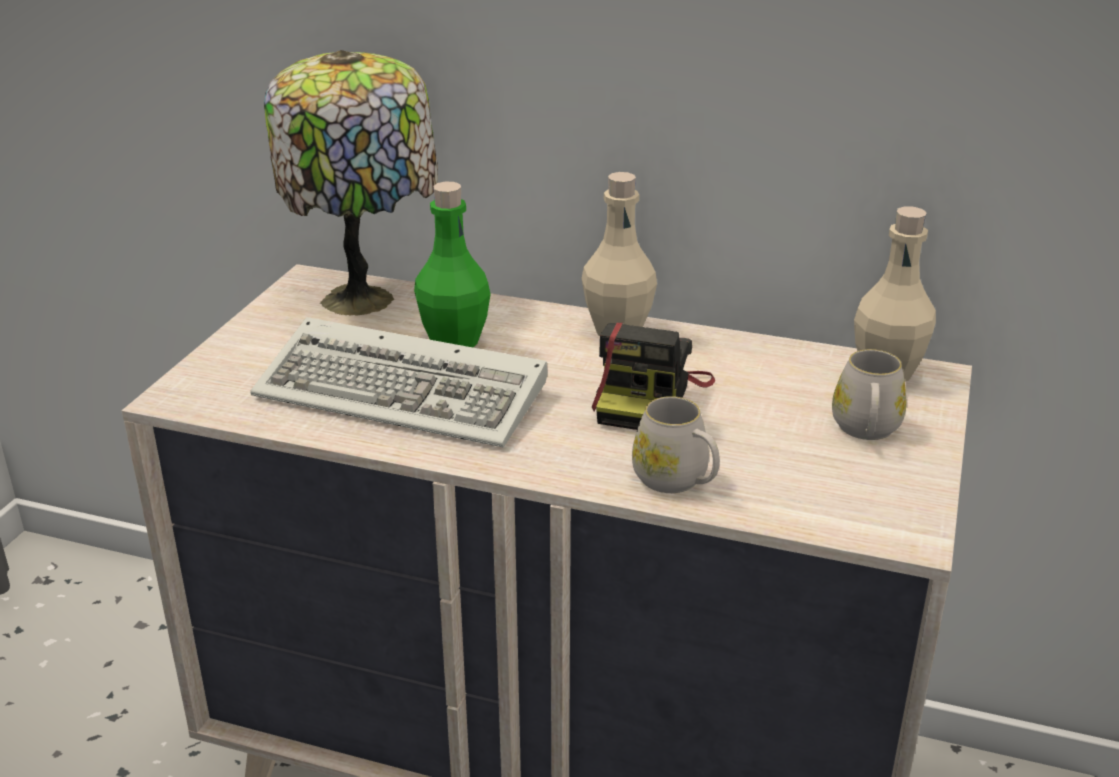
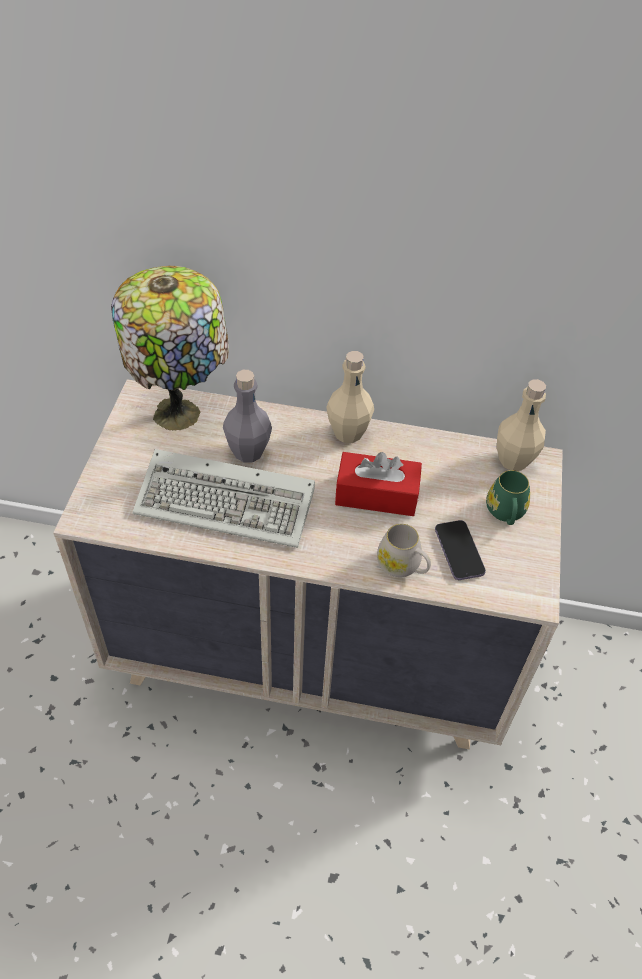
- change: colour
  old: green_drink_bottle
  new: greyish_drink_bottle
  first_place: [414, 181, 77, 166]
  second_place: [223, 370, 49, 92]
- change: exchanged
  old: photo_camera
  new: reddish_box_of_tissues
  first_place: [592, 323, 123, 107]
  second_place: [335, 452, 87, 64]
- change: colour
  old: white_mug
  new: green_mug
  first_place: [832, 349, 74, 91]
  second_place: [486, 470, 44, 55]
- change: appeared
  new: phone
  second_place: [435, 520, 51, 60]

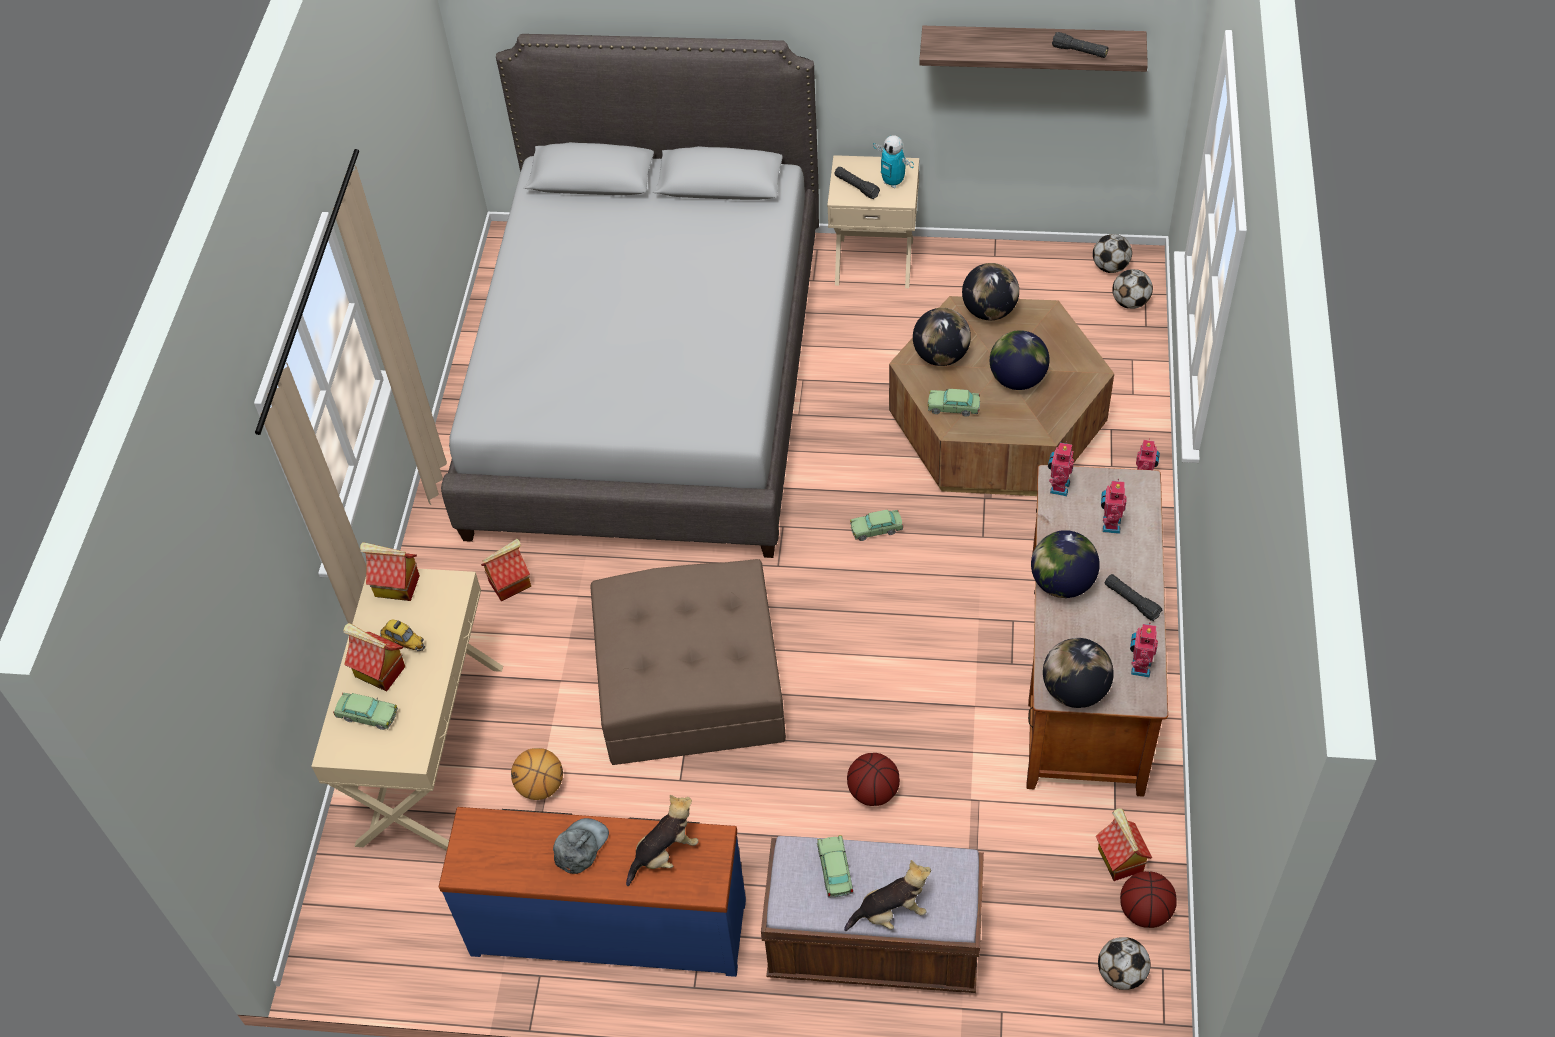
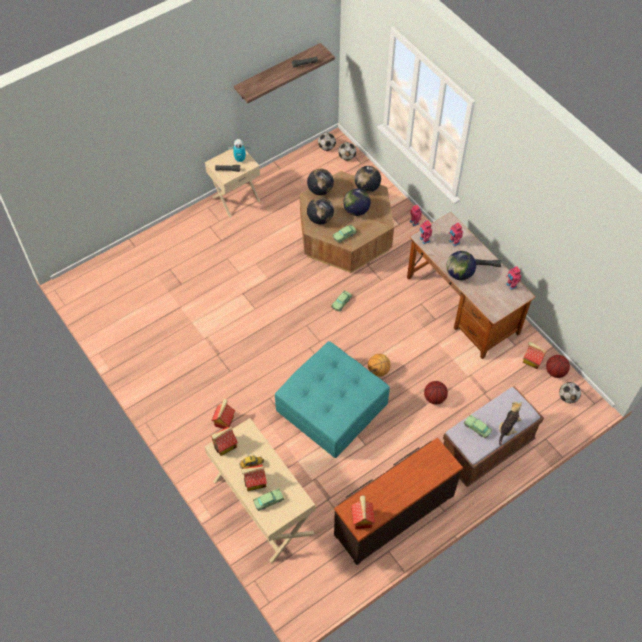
- change: colour
  old: blue-coloured_dresser
  new: brownish_dresser
  first_place: [439, 807, 307, 170]
  second_place: [334, 438, 129, 127]
- change: missing
  old: greyish_sleeping_bed
  first_place: [441, 34, 378, 524]
- change: relocated
  old: basketball_ball
  first_place: [511, 748, 52, 52]
  second_place: [368, 354, 23, 23]
- change: missing
  old: greyish_peaked_cap
  first_place: [553, 818, 56, 56]
- change: colour
  old: brownish_footrest
  new: turquoise-coloured_footrest
  first_place: [590, 559, 196, 206]
  second_place: [275, 341, 115, 117]
- change: missing
  old: plush_toy
  first_place: [626, 795, 72, 91]
- change: relocated
  old: world_globe
  first_place: [1043, 638, 71, 70]
  second_place: [355, 166, 26, 27]
- change: appeared
  new: miniature_house
  second_place: [351, 495, 24, 34]

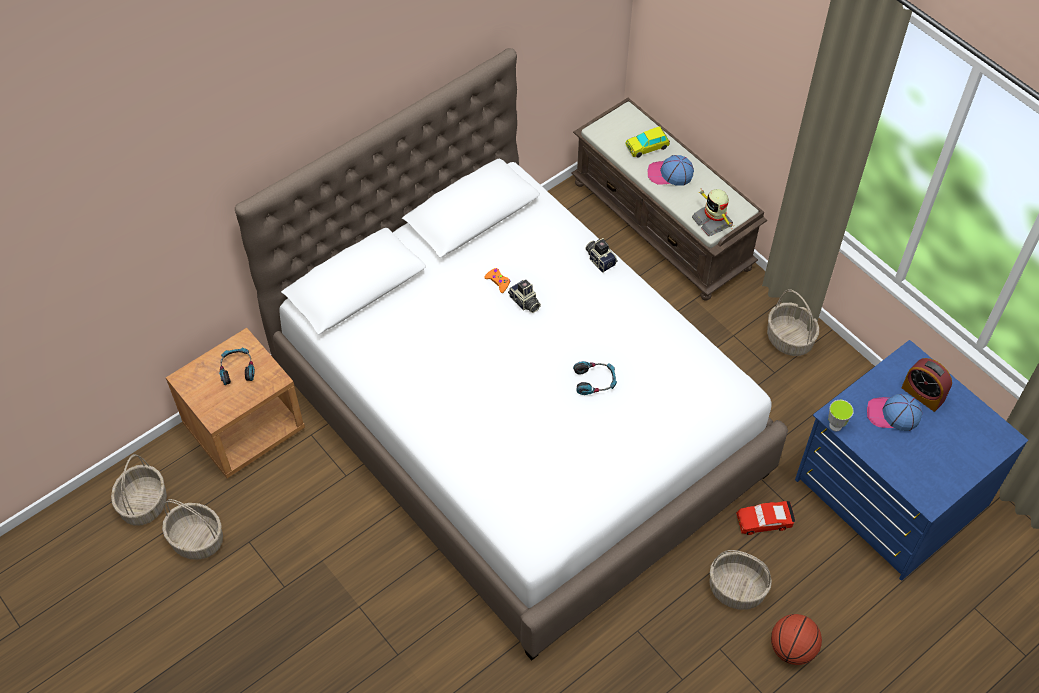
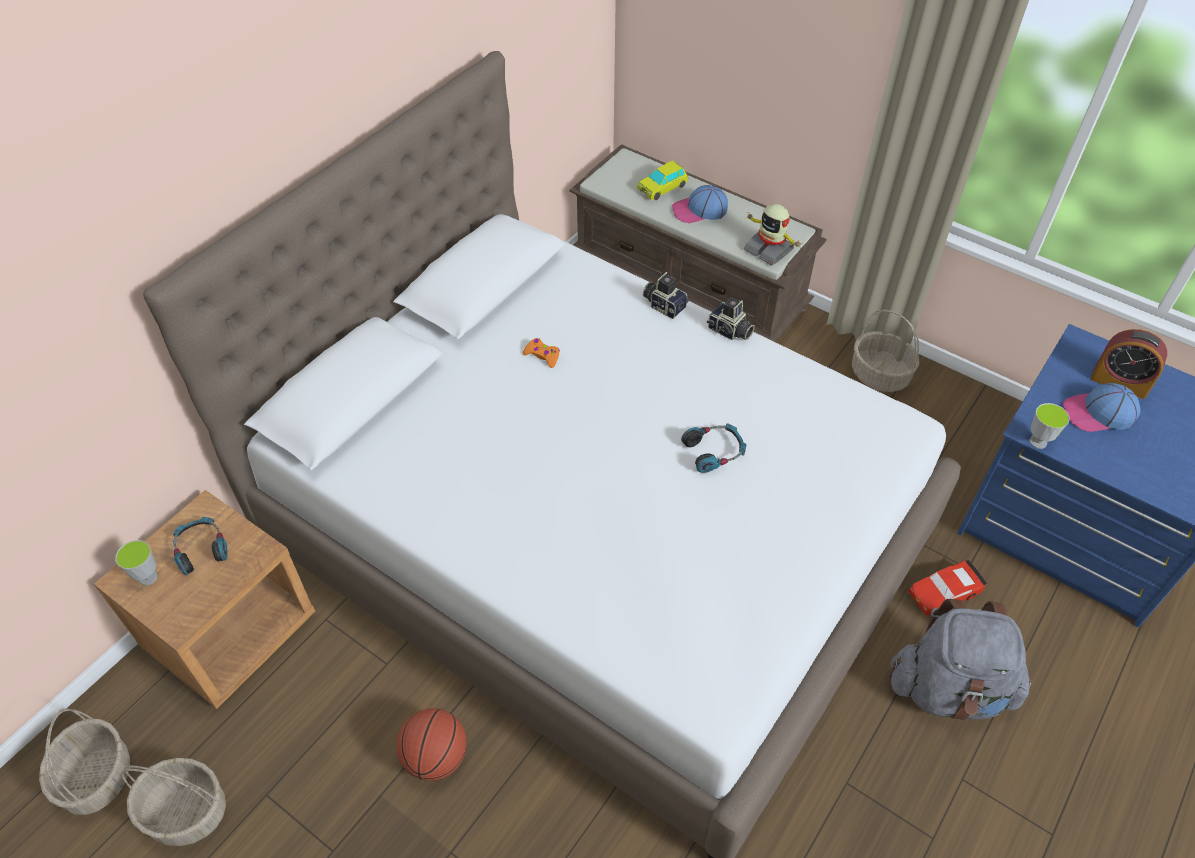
- change: relocated
  old: photo_camera
  first_place: [508, 279, 33, 34]
  second_place: [707, 297, 48, 43]
- change: exchanged
  old: household_basket
  new: greyish_knapsack
  first_place: [709, 550, 63, 60]
  second_place: [890, 599, 142, 121]
- change: relocated
  old: basketball_ball
  first_place: [771, 614, 51, 51]
  second_place: [397, 708, 70, 73]
- change: appeared
  new: drinking_cup
  second_place: [115, 540, 43, 45]

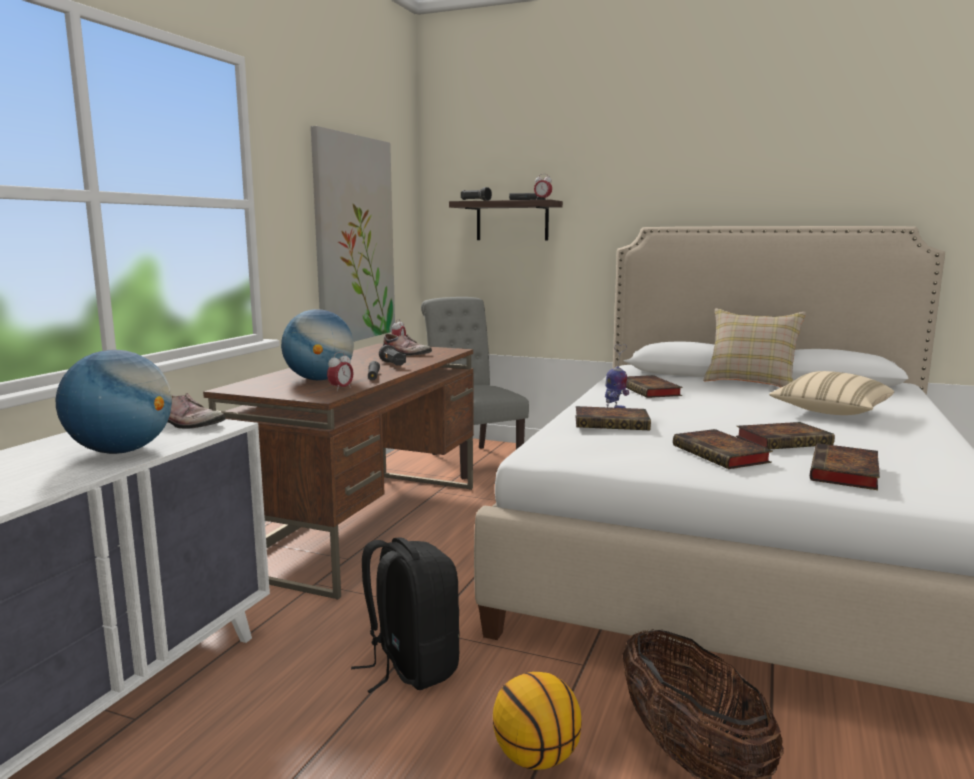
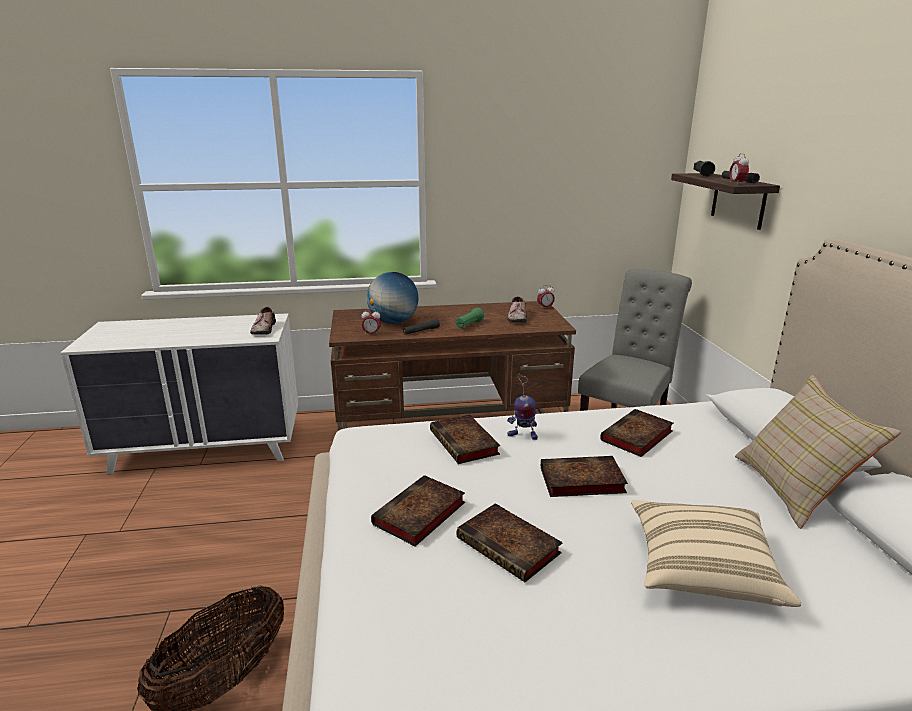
- change: missing
  old: world_globe
  first_place: [56, 350, 116, 104]
- change: missing
  old: picture
  first_place: [311, 126, 84, 216]
- change: missing
  old: black-coloured_knapsack
  first_place: [351, 537, 109, 156]
- change: colour
  old: black-coloured_flashlight
  new: green_flashlight
  first_place: [379, 345, 27, 21]
  second_place: [455, 307, 29, 21]
- change: missing
  old: basketball_ball
  first_place: [493, 672, 89, 98]
- change: relocated
  old: book
  first_place: [810, 443, 70, 47]
  second_place: [541, 456, 87, 41]

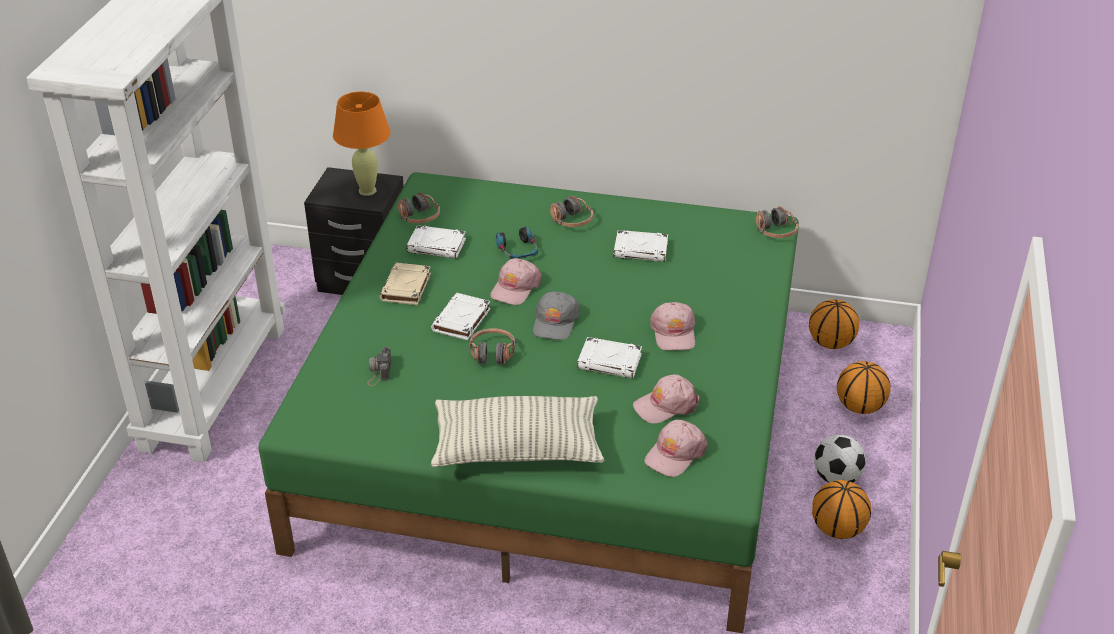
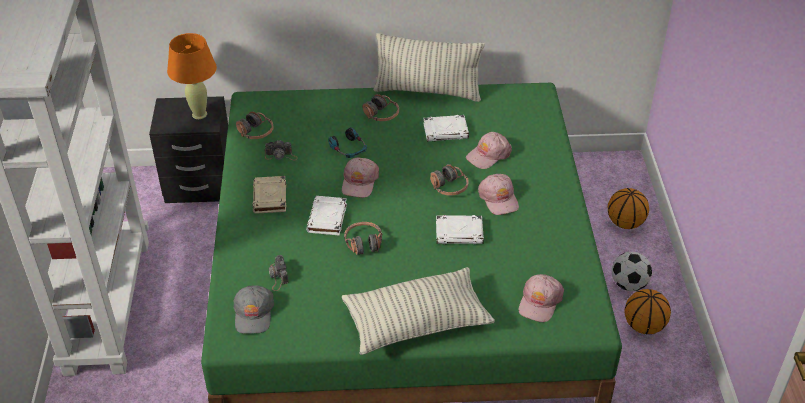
- change: exchanged
  old: white_book
  new: photo_camera
  first_place: [407, 225, 59, 33]
  second_place: [265, 140, 33, 21]
- change: relocated
  old: greyish_peaked_cap
  first_place: [533, 292, 47, 48]
  second_place: [233, 286, 41, 48]
- change: relocated
  old: pinkish_peaked_cap
  first_place: [633, 374, 67, 50]
  second_place: [466, 132, 46, 37]
- change: relocated
  old: headset
  first_place: [756, 206, 42, 32]
  second_place: [430, 164, 39, 32]
- change: missing
  old: basketball_ball
  first_place: [809, 299, 50, 50]
- change: appeared
  new: pillow
  second_place: [373, 33, 112, 69]

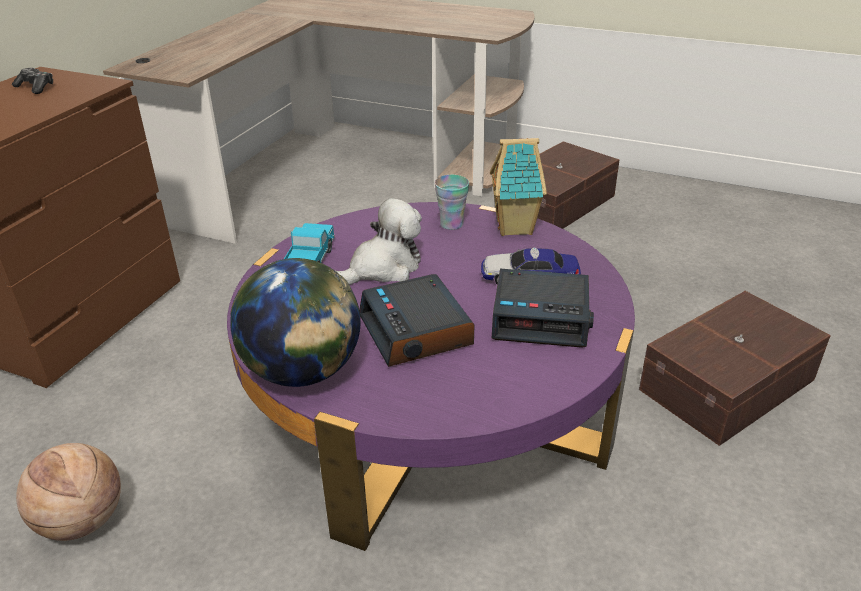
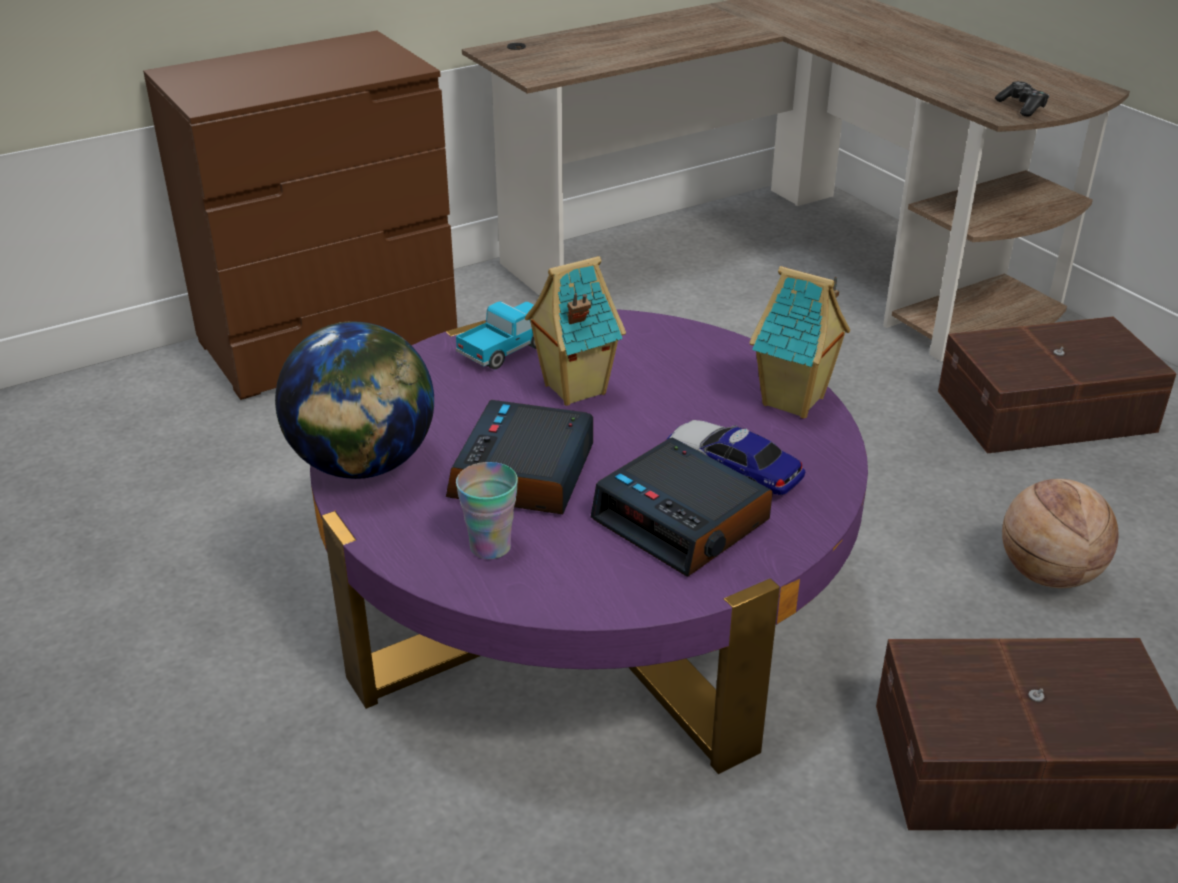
- change: relocated
  old: joypad
  first_place: [12, 68, 41, 26]
  second_place: [995, 81, 54, 35]
- change: relocated
  old: basketball_ball
  first_place: [16, 443, 105, 98]
  second_place: [1002, 479, 117, 109]
- change: exchanged
  old: plush_toy
  new: miniature_house
  first_place: [335, 198, 87, 87]
  second_place: [525, 256, 101, 150]
- change: relocated
  old: drinking_cup
  first_place: [435, 175, 34, 55]
  second_place: [456, 462, 62, 97]

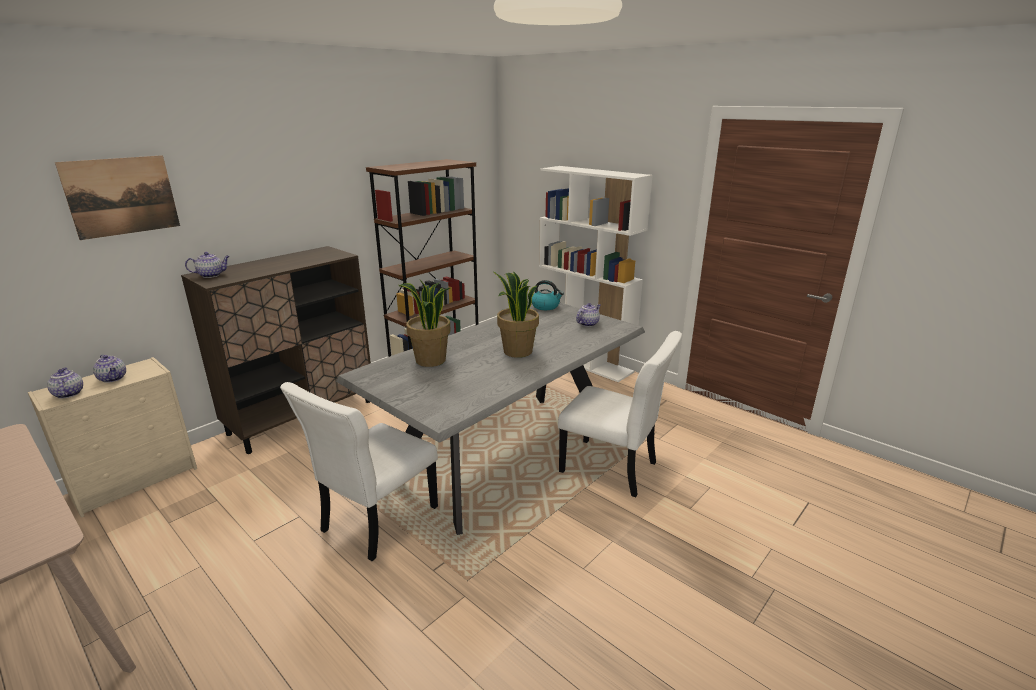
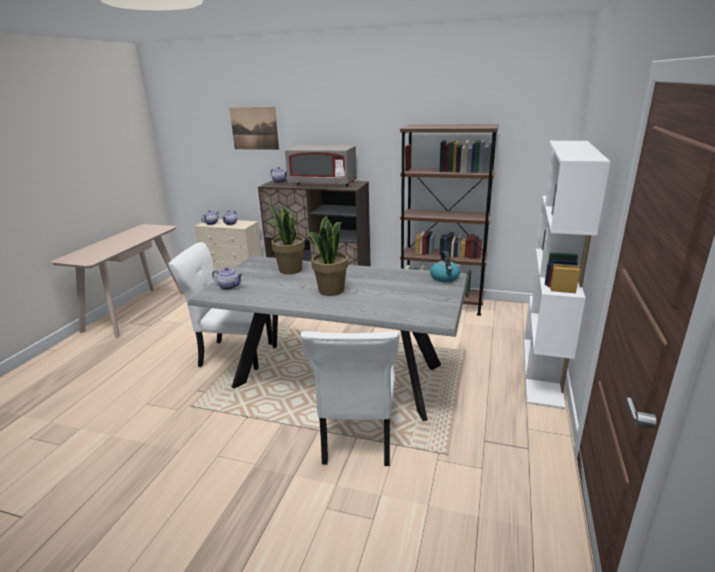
- change: relocated
  old: pot_for_tea
  first_place: [576, 303, 25, 24]
  second_place: [212, 267, 31, 23]
- change: appeared
  new: greyish_kitchen_microwave
  second_place: [285, 145, 72, 41]

